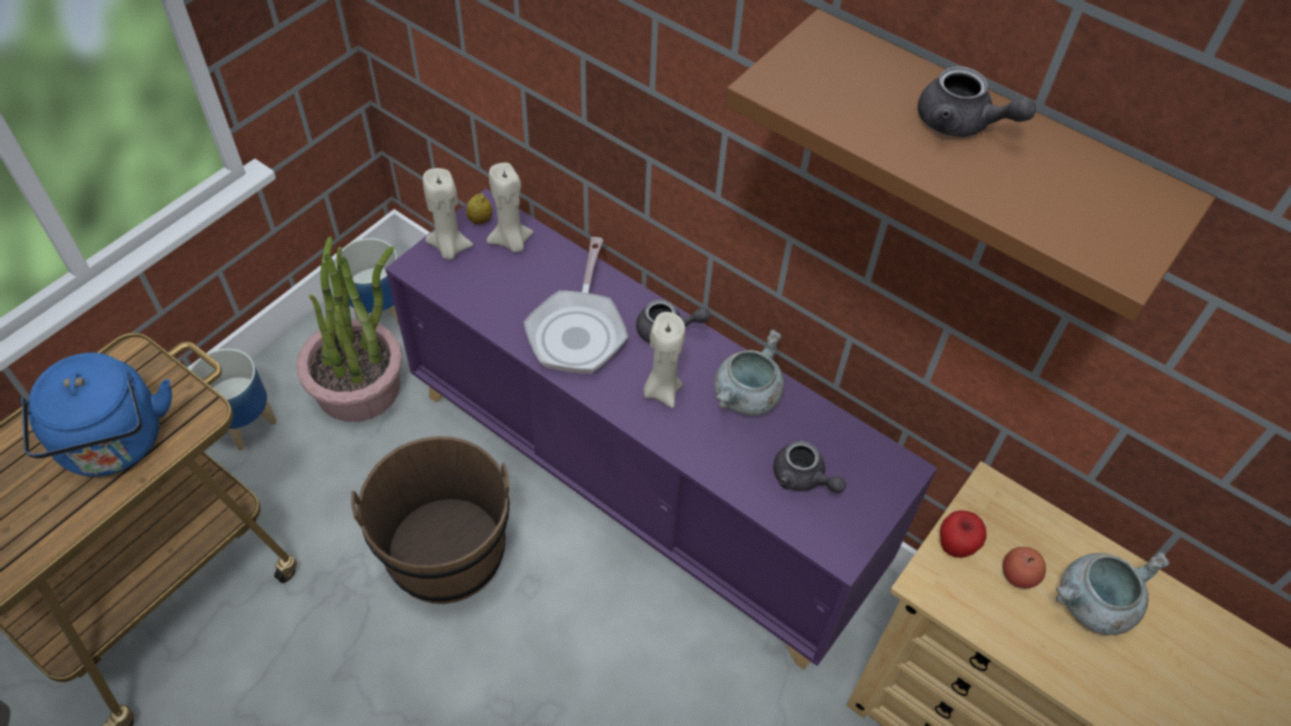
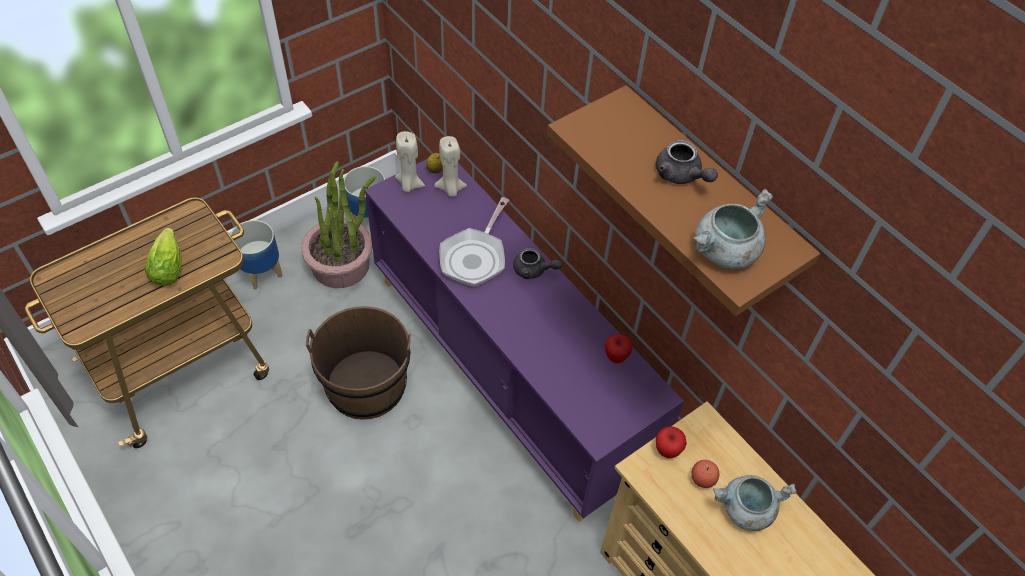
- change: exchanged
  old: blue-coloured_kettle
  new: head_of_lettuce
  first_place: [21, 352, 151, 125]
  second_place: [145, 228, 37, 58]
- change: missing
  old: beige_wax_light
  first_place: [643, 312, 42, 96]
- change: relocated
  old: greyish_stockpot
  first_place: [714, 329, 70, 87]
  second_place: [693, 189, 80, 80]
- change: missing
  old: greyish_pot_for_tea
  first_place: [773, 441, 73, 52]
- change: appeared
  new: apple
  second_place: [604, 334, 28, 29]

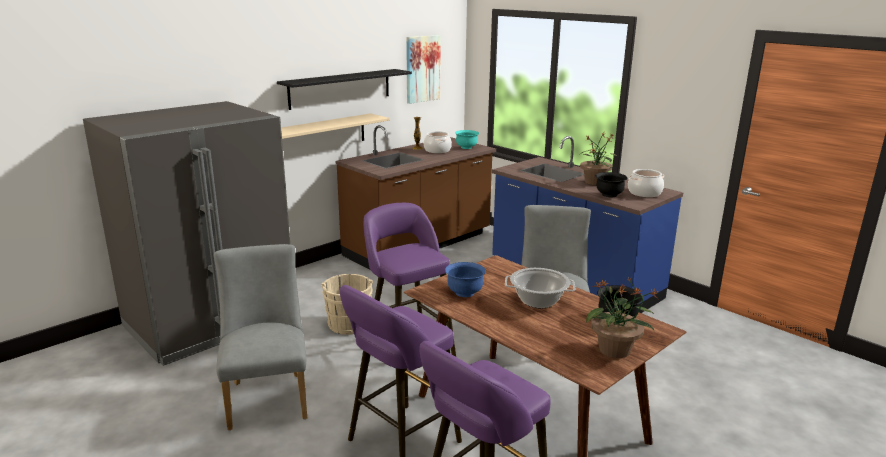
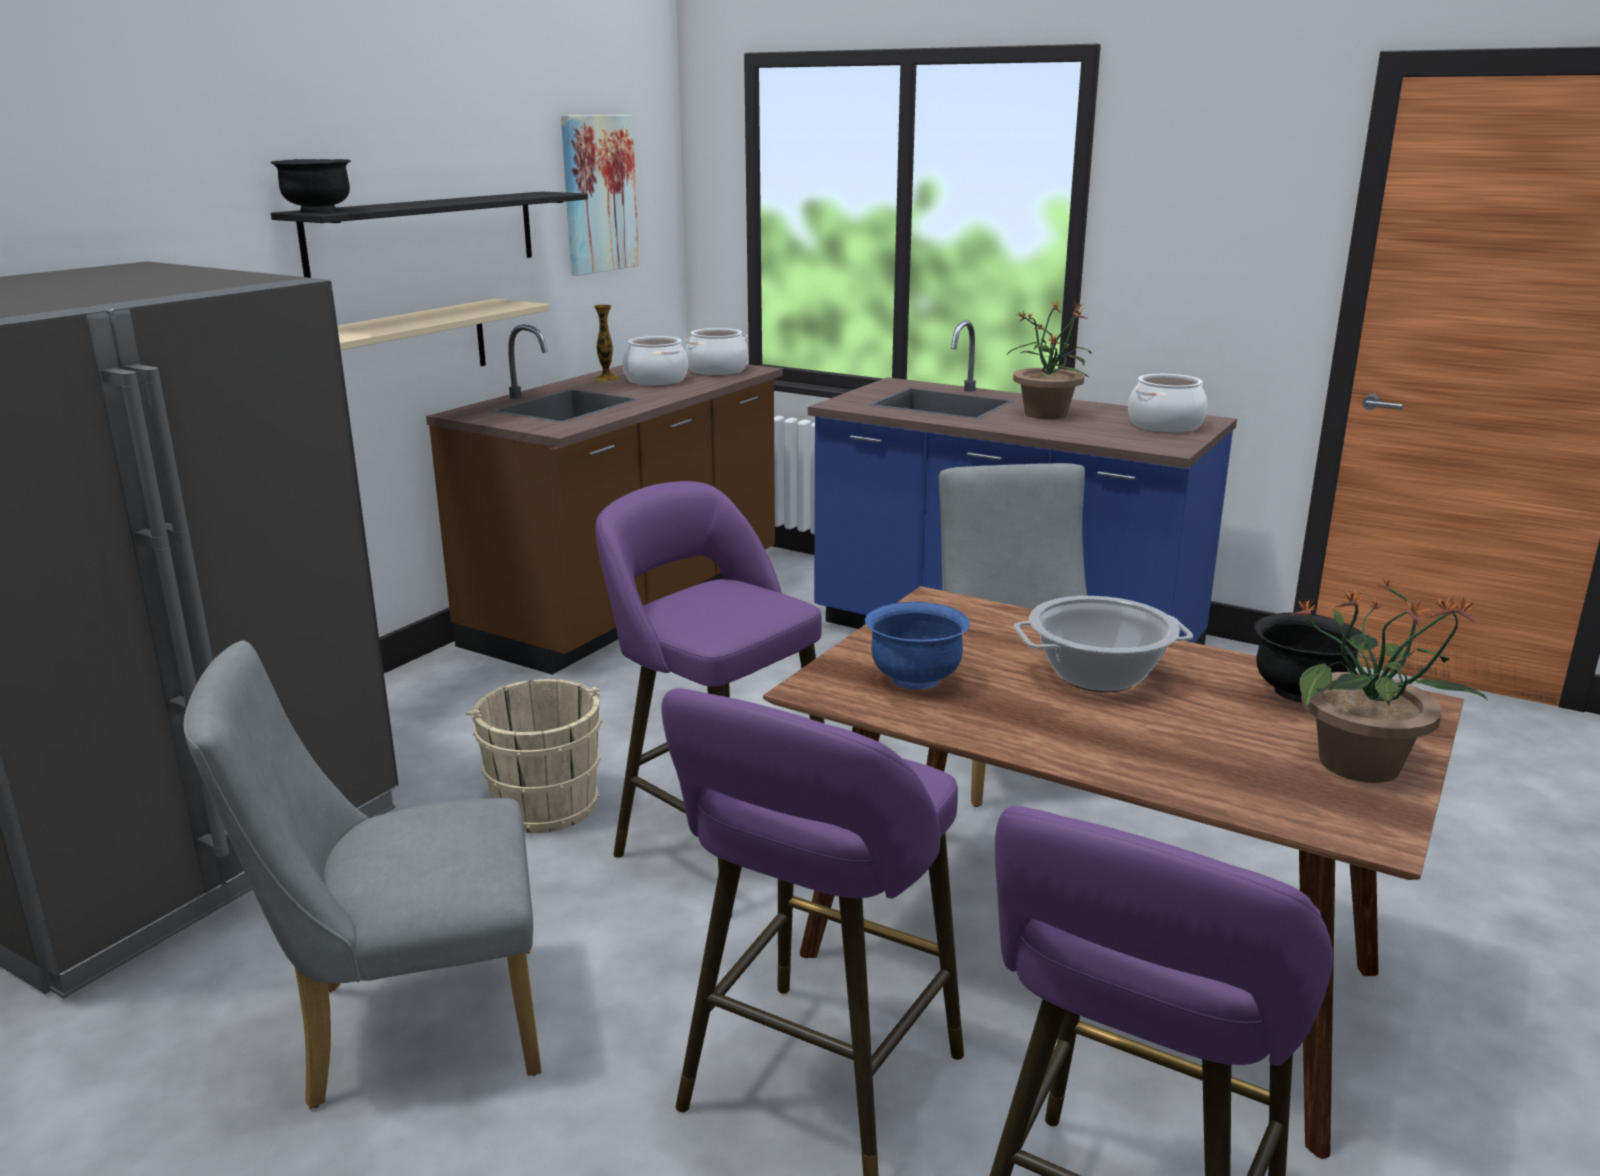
- change: spun
  old: greyish_chair
  first_place: [214, 244, 93, 186]
  second_place: [183, 640, 358, 469]
  degrees: -75
- change: exchanged
  old: turquoise-coloured_bowl
  new: stockpot
  first_place: [455, 130, 25, 19]
  second_place: [685, 328, 63, 48]
- change: relocated
  old: black-coloured_bowl
  first_place: [596, 172, 32, 25]
  second_place: [270, 159, 81, 53]

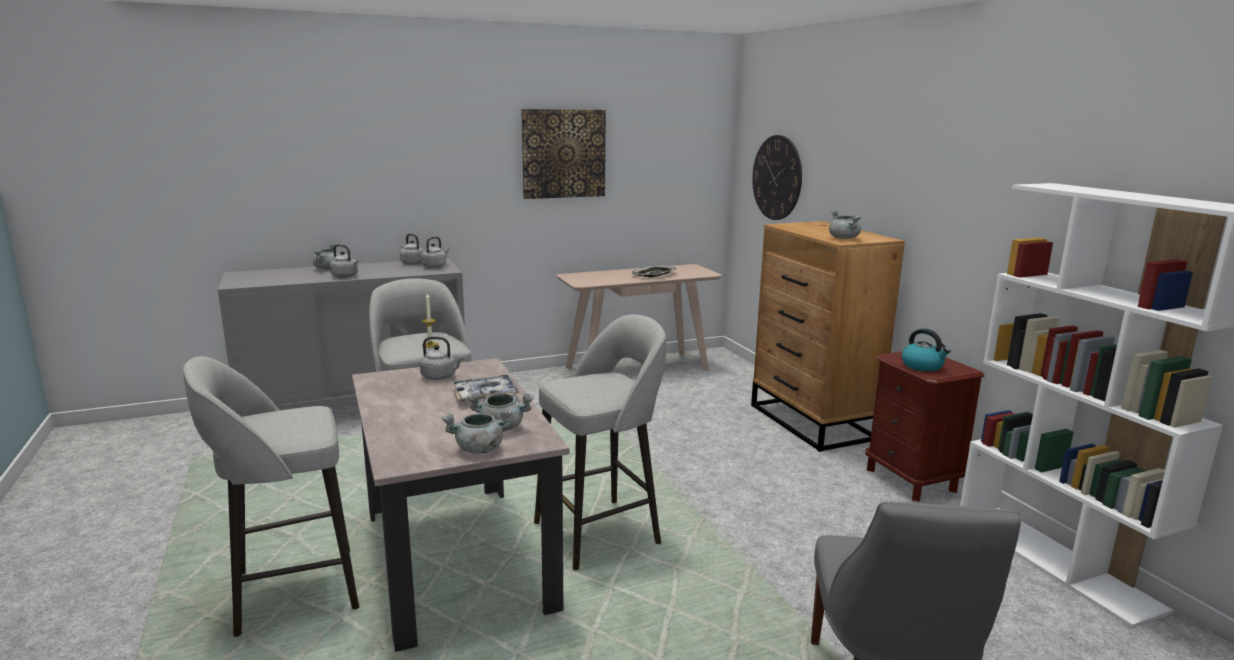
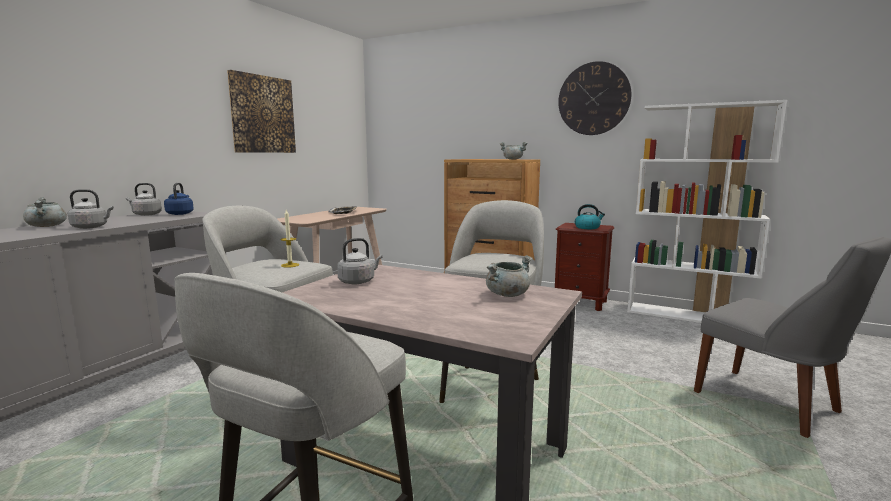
- change: colour
  old: greyish_kettle
  new: blue-coloured_kettle
  first_place: [421, 237, 28, 31]
  second_place: [164, 183, 30, 32]
- change: missing
  old: greyish_stockpot
  first_place: [442, 409, 71, 45]
- change: missing
  old: carrying_tray
  first_place: [452, 375, 68, 26]
- change: relocated
  old: clock_on_the_wall
  first_place: [752, 135, 50, 85]
  second_place: [558, 61, 73, 74]

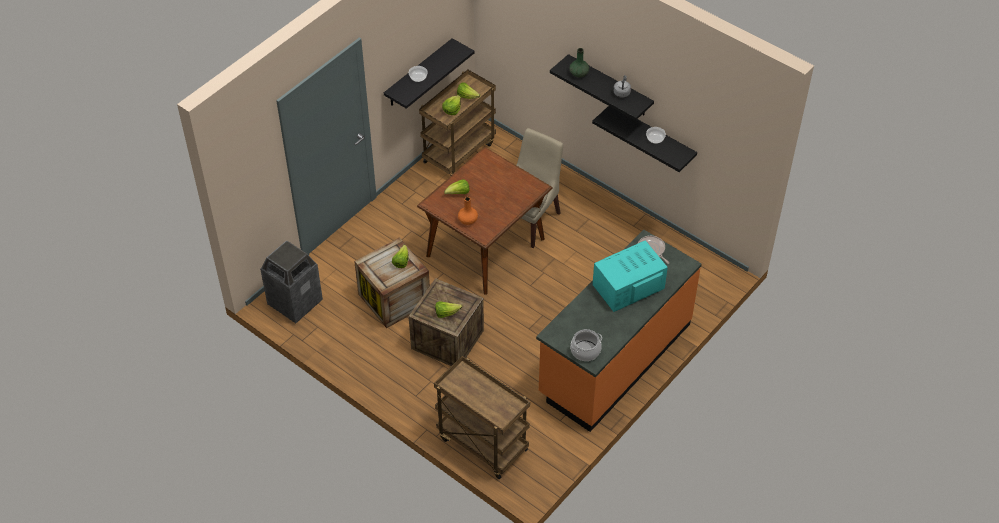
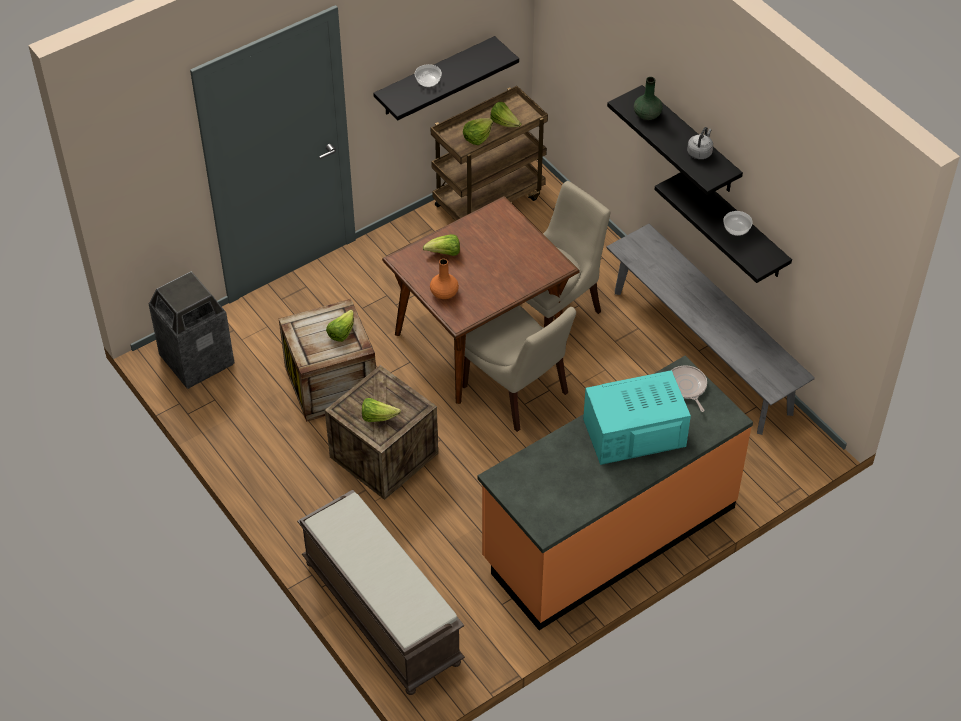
- change: exchanged
  old: brownish_wheeled_cart
  new: brownish_indoor_bench
  first_place: [434, 356, 96, 123]
  second_place: [297, 490, 168, 205]
- change: missing
  old: stockpot
  first_place: [570, 329, 32, 32]
- change: appeared
  new: beige_chair
  second_place: [462, 305, 114, 127]
- change: appeared
  new: greyish_indoor_bench
  second_place: [606, 224, 209, 211]

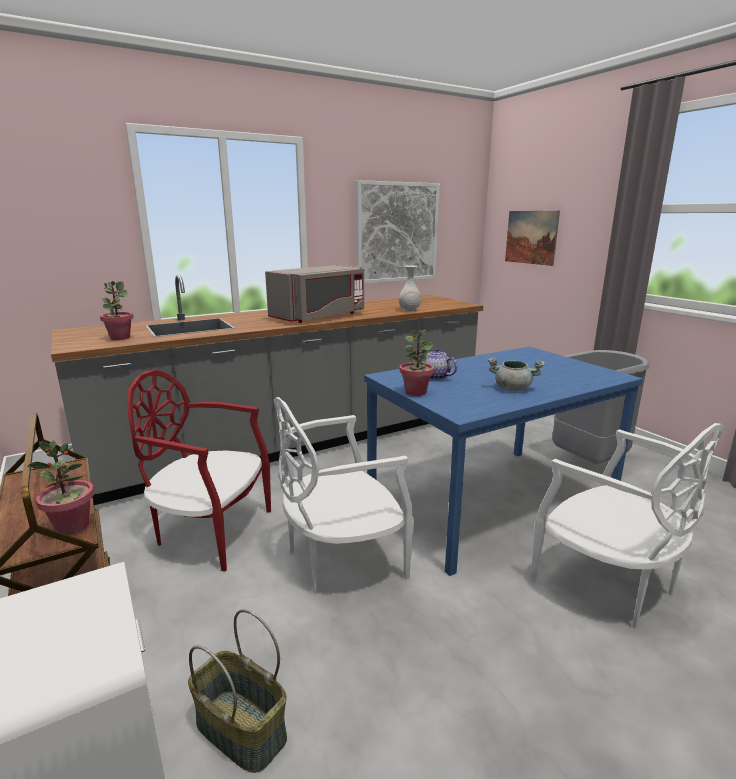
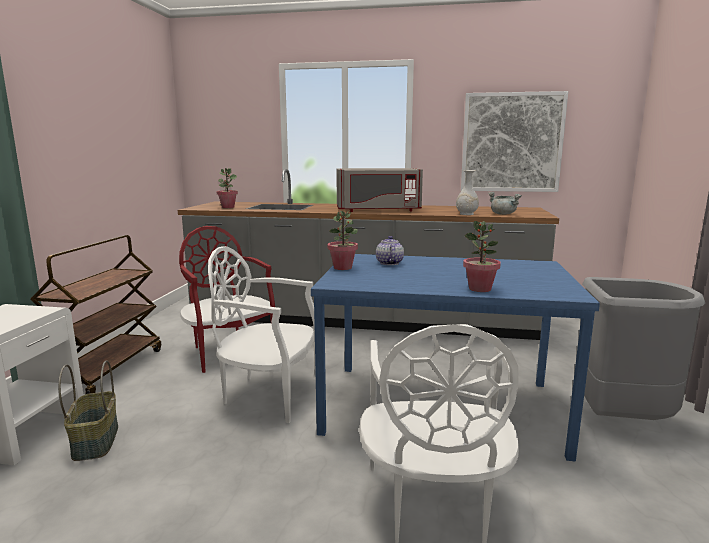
- change: relocated
  old: houseplant
  first_place: [27, 440, 67, 95]
  second_place: [463, 221, 38, 71]
- change: relocated
  old: greyish_stockpot
  first_place: [488, 357, 57, 34]
  second_place: [488, 192, 34, 23]
- change: missing
  old: picture
  first_place: [505, 211, 55, 55]

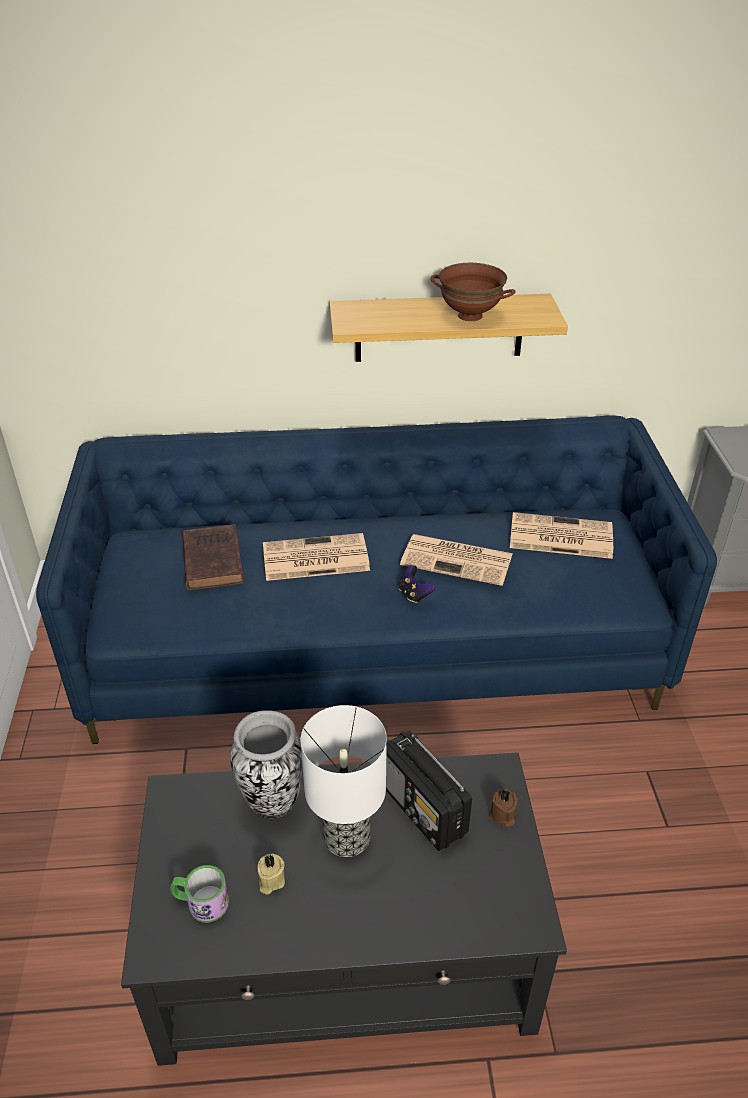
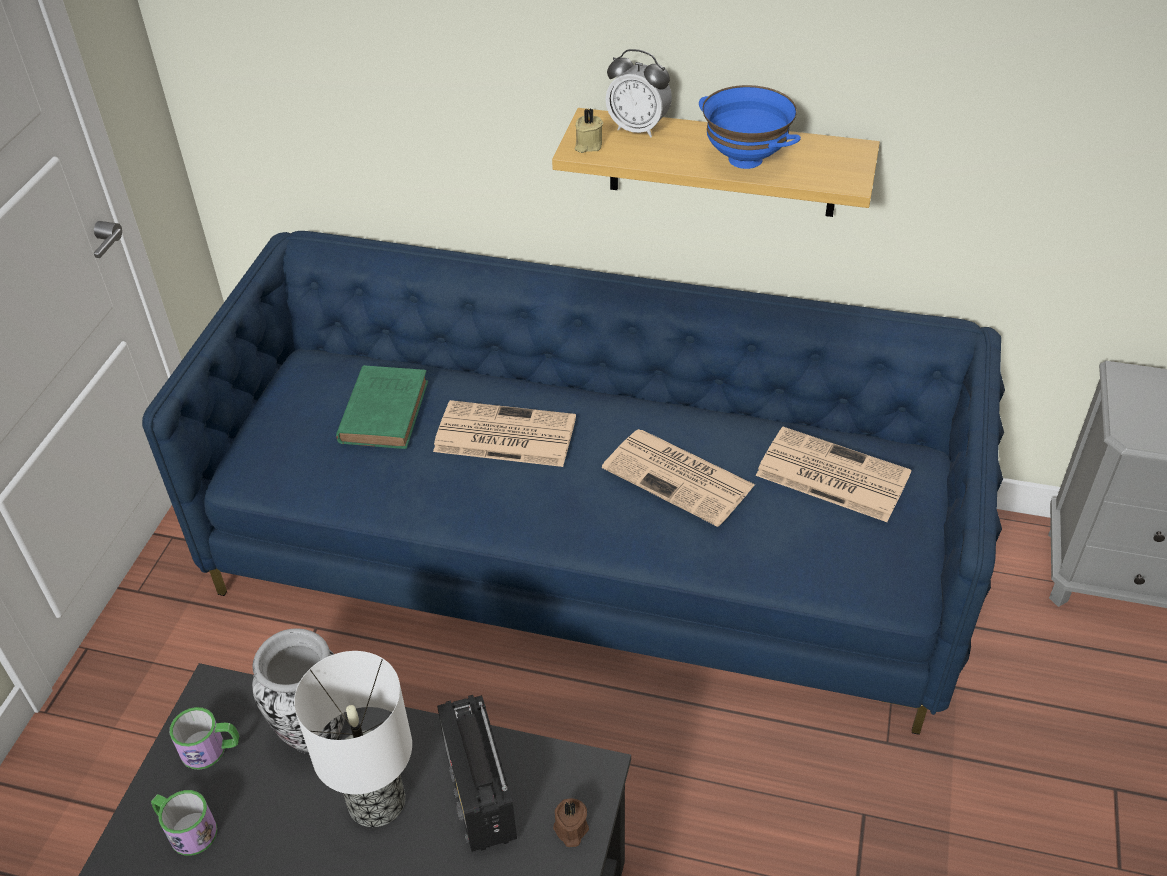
- change: colour
  old: brownish_book
  new: green_book
  first_place: [182, 524, 62, 66]
  second_place: [336, 365, 92, 84]
- change: relocated
  old: beige_wax_light
  first_place: [257, 854, 28, 40]
  second_place: [575, 109, 28, 44]
- change: missing
  old: joypad
  first_place: [399, 565, 36, 38]
- change: colour
  old: brownish_bowl
  new: blue-coloured_bowl
  first_place: [430, 263, 86, 58]
  second_place: [699, 85, 102, 84]
- change: appeared
  new: mug
  second_place: [170, 707, 69, 63]
- change: appeared
  new: table_clock
  second_place: [605, 49, 67, 89]

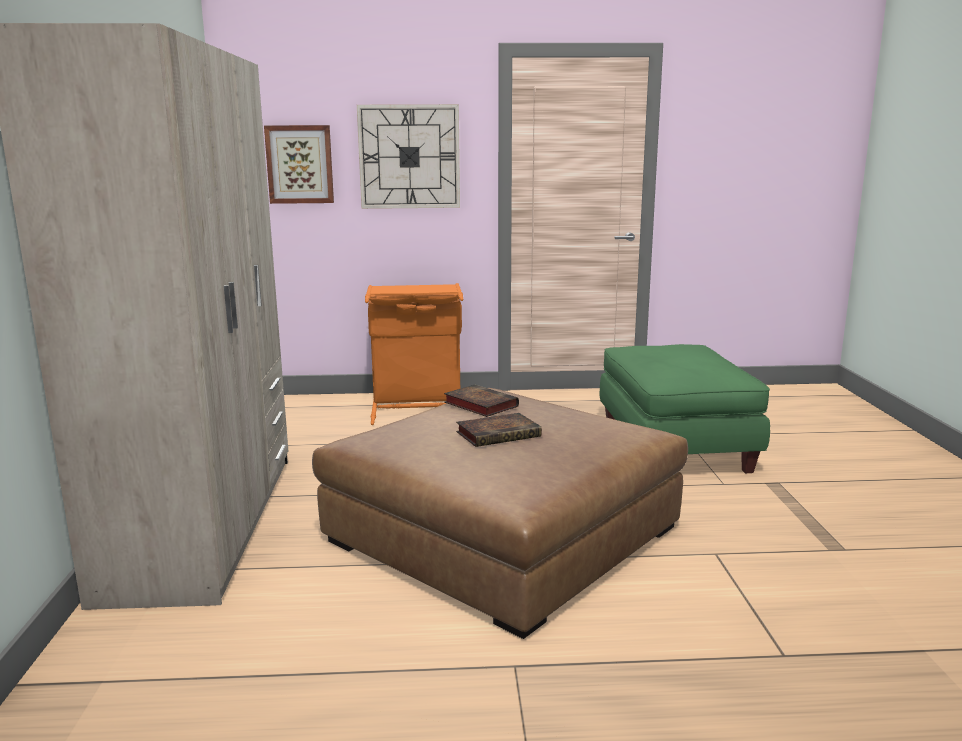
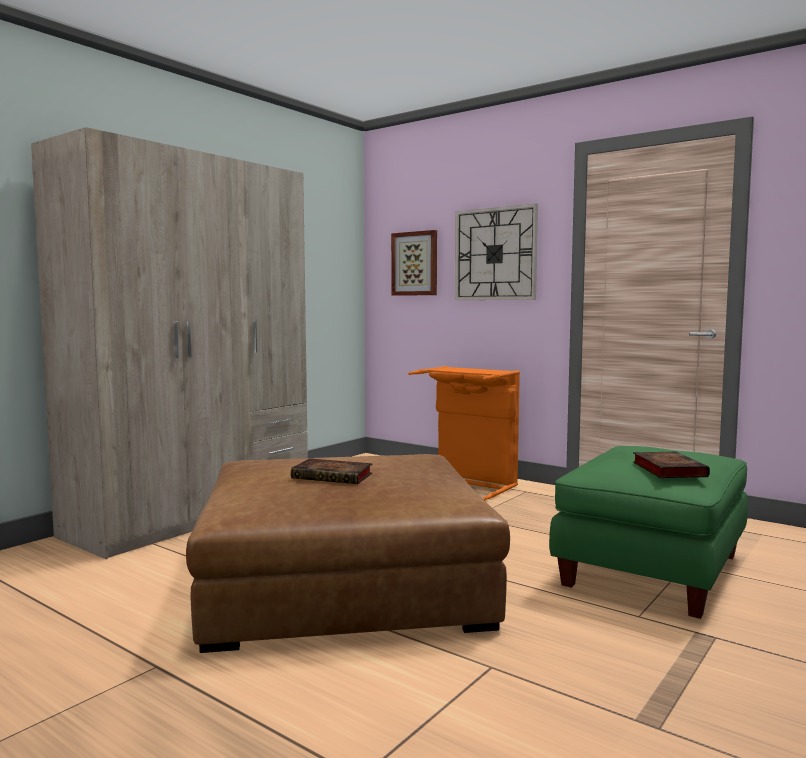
- change: relocated
  old: book
  first_place: [444, 385, 75, 32]
  second_place: [633, 452, 77, 26]

